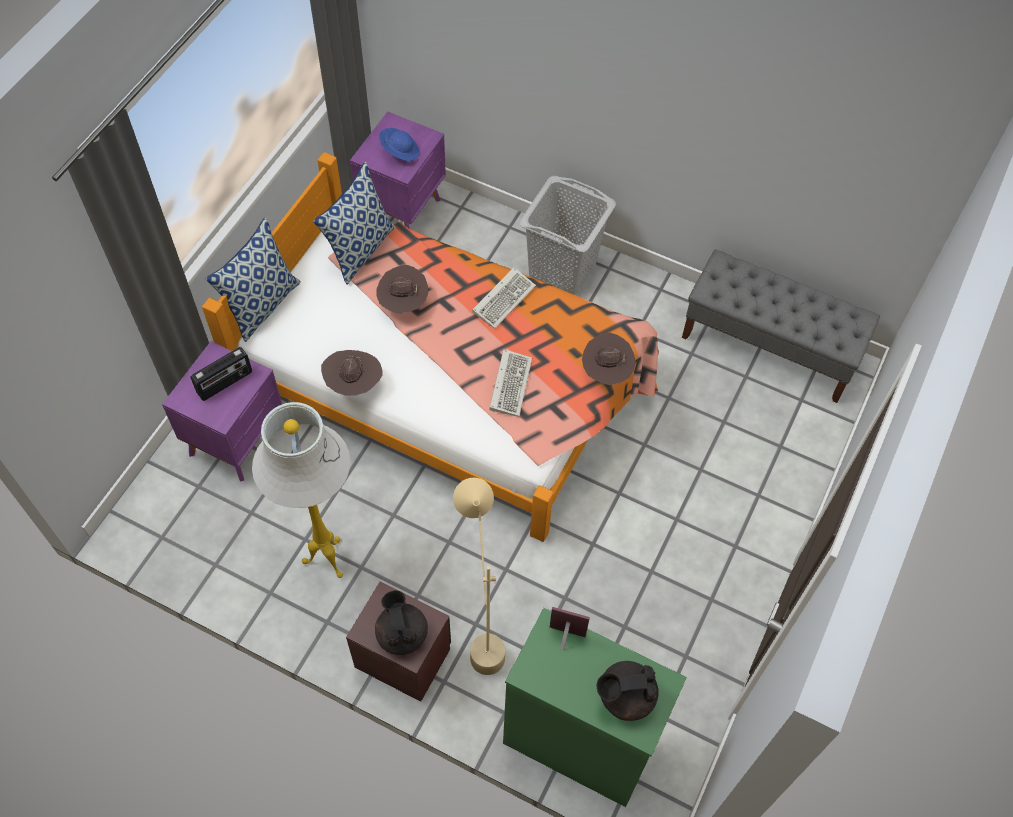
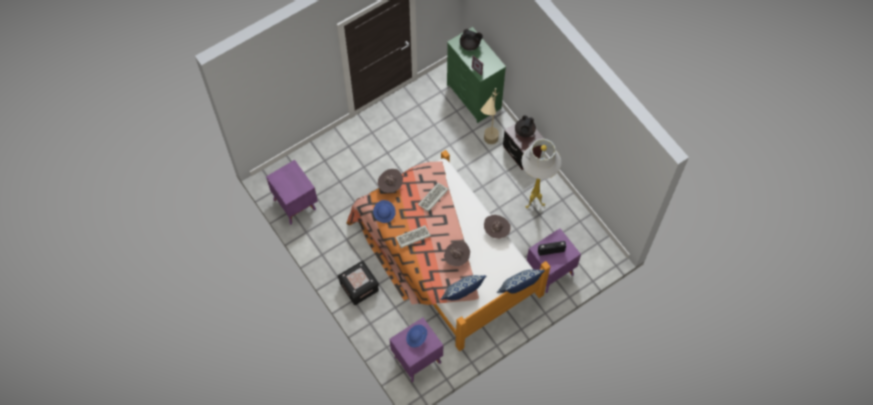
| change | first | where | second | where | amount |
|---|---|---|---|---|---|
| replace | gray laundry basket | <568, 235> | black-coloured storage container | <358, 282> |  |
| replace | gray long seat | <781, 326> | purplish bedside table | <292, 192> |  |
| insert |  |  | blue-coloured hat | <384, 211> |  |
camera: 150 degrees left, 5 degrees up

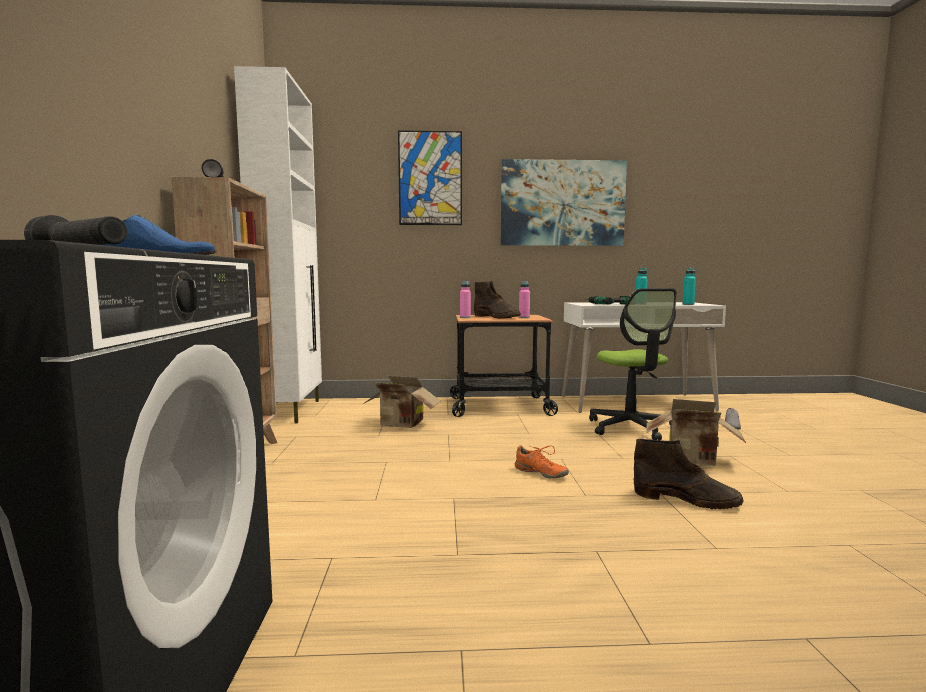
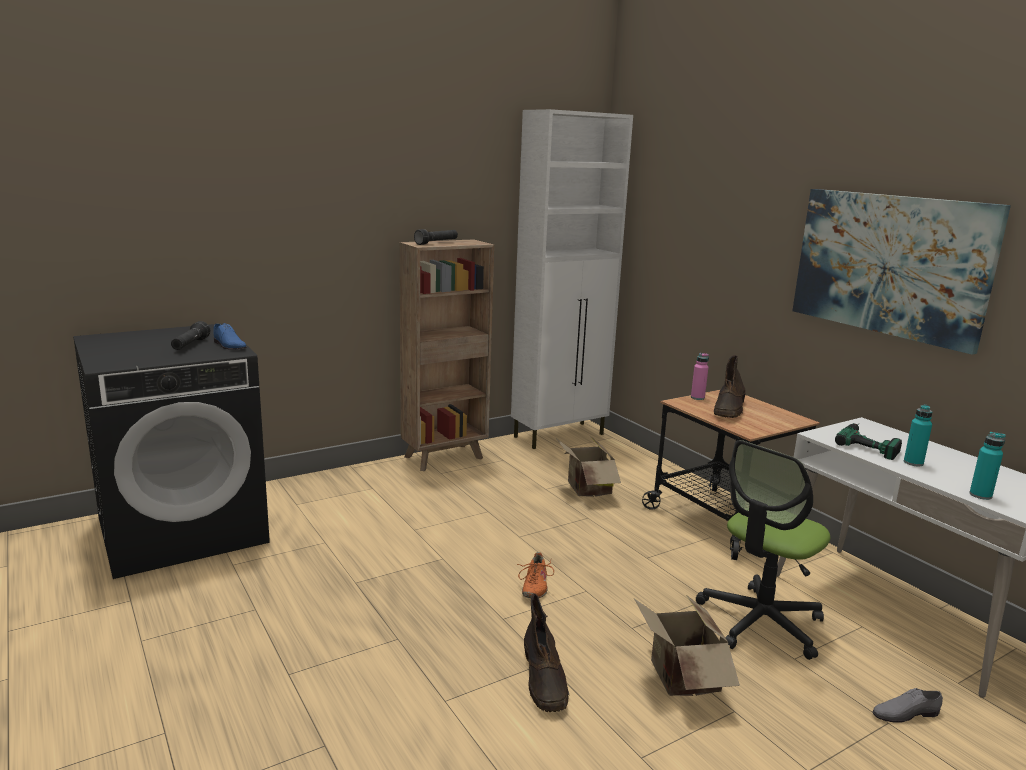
| change | first | where | second | where | amount |
|---|---|---|---|---|---|
| delete | wall picture | <430, 177> |  |  |  |
| delete | pinkish beverage bottle | <524, 299> |  |  |  |
camera: 60 degrees right, 10 degrees up

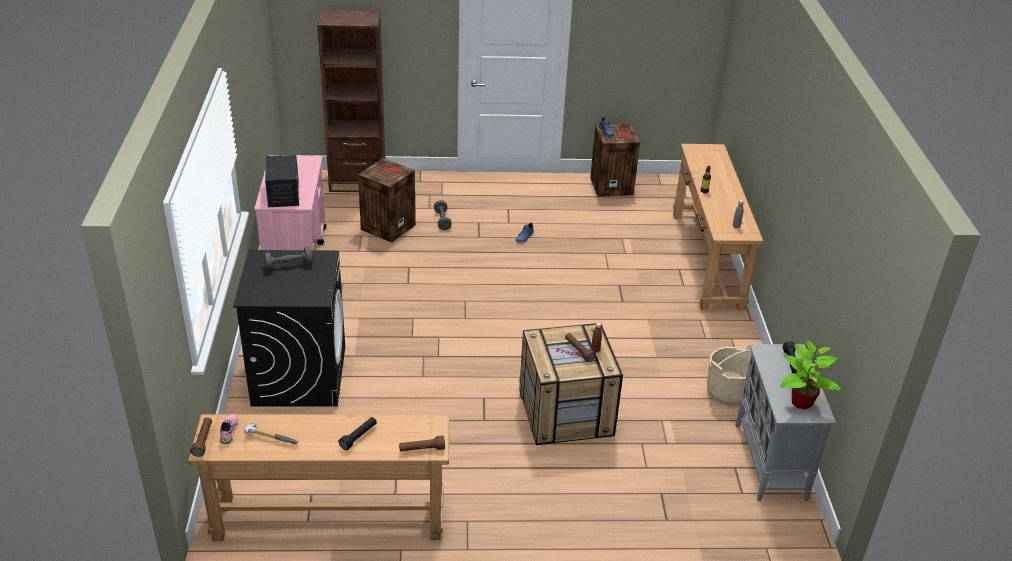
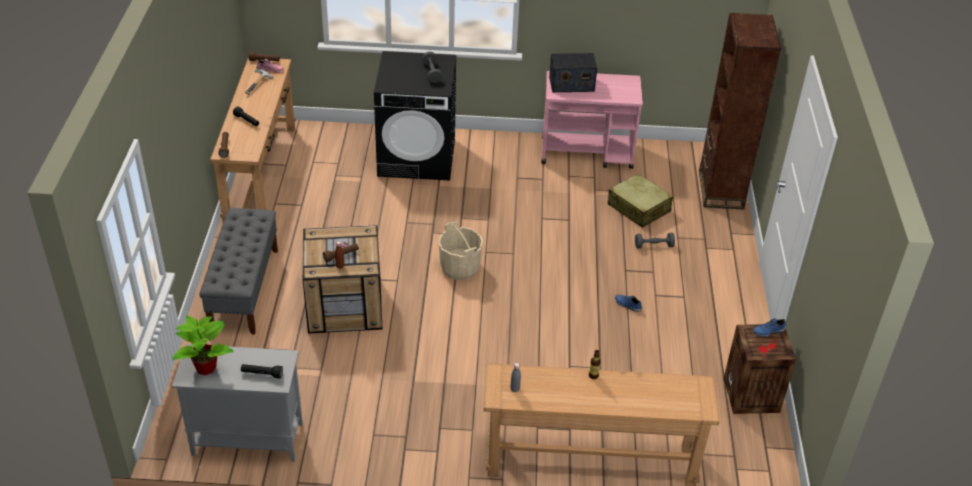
| change | first | where | second | where | amount |
|---|---|---|---|---|---|
| replace | shipping crate | <387, 200> | beige piece of luggage | <640, 200> |  |
| move | beige water bucket | <729, 375> |  | <460, 250> |  |
| insert |  |  | gray long seat | <238, 271> |  |
camera: 95 degrees right, 5 degrees up

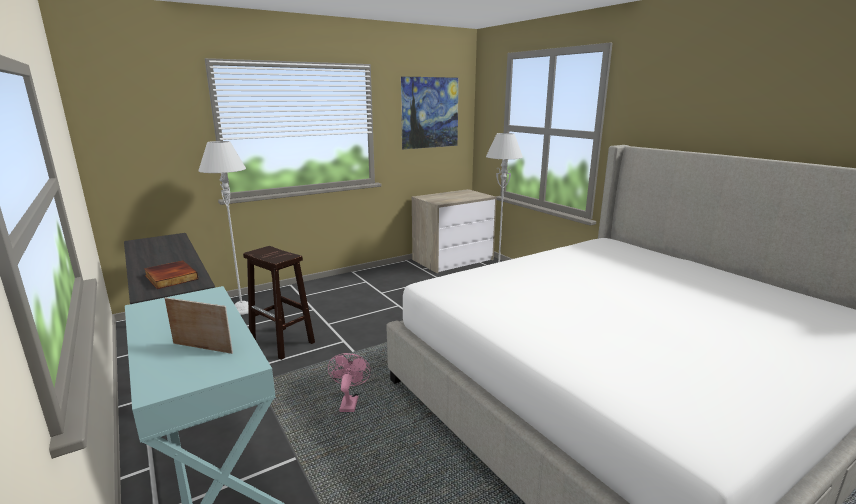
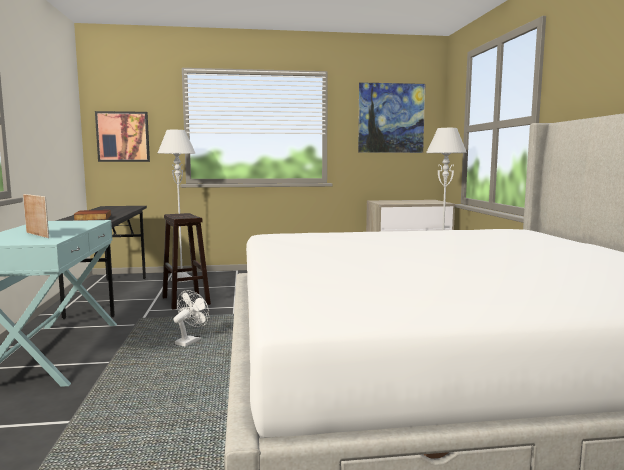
| change | first | where | second | where | amount |
|---|---|---|---|---|---|
| recolor | pinkish fan | <349, 382> | white-coloured fan | <191, 318> |  |
| insert |  |  | wall picture | <122, 136> |  |
camera: 25 degrees right, 10 degrees down

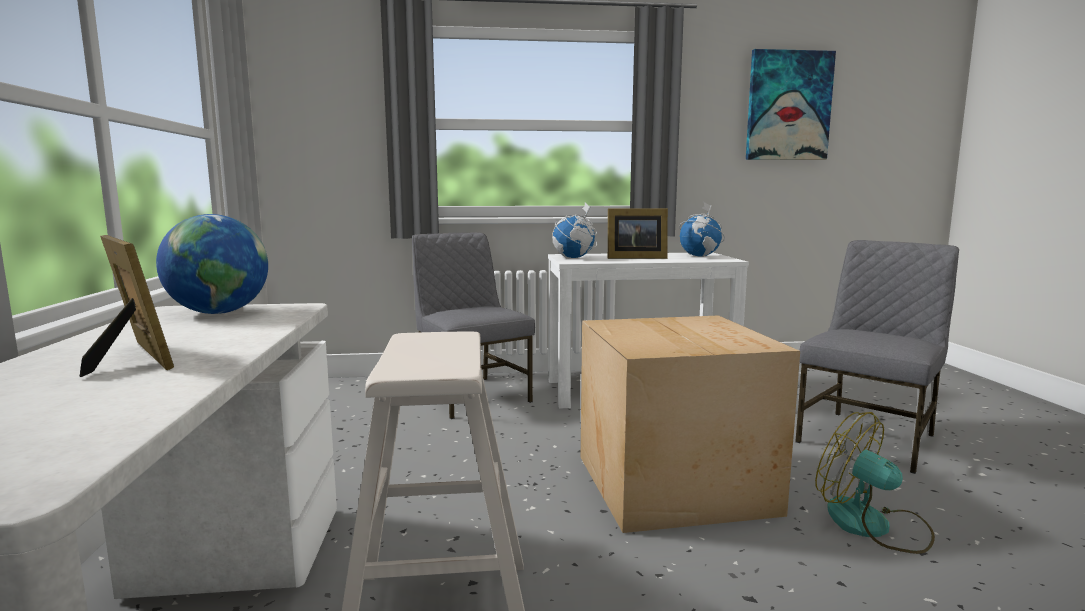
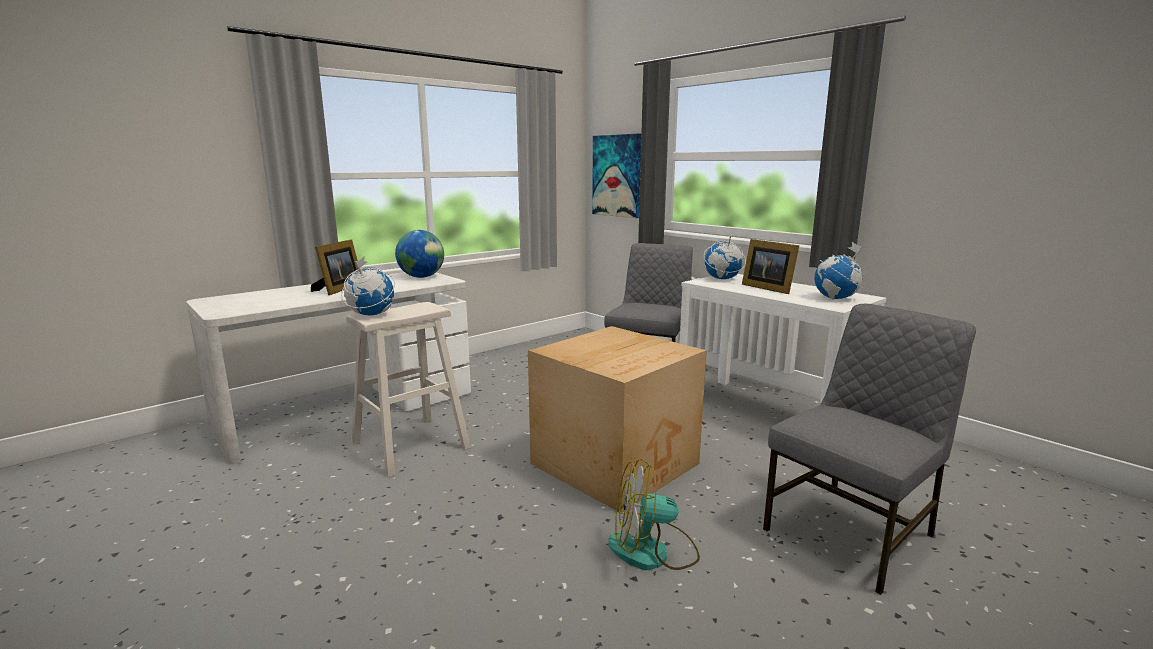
| change | first | where | second | where | amount |
|---|---|---|---|---|---|
| move | wall picture | <791, 104> |  | <616, 176> |  |
| rotate | gray plain chair | <877, 357> |  | <869, 449> | 45 degrees counterclockwise |
| rotate | fan | <875, 483> |  | <654, 514> | 105 degrees counterclockwise |
| insert |  |  | globe | <368, 285> |  |
camera: 55 degrees right, 5 degrees up

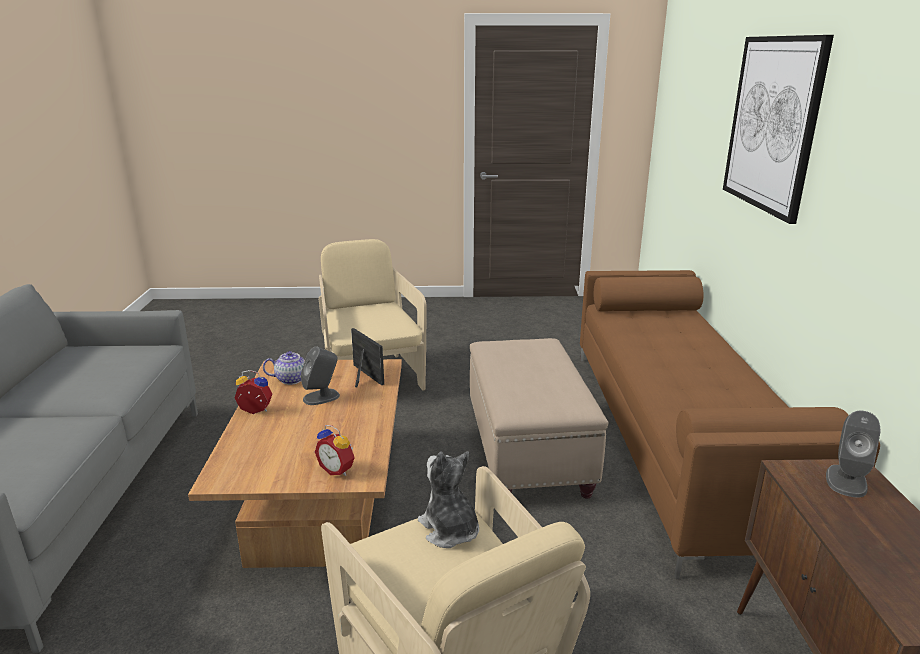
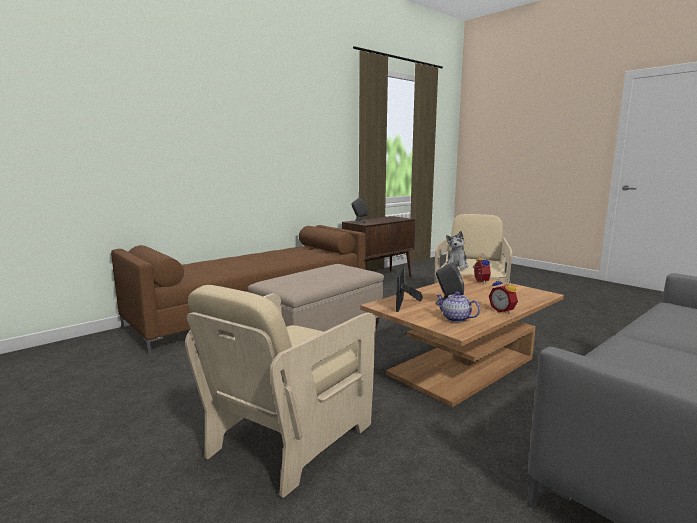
| change | first | where | second | where | amount |
|---|---|---|---|---|---|
| delete | wall picture | <778, 129> |  |  |  |
camera: 130 degrees left, 10 degrees down

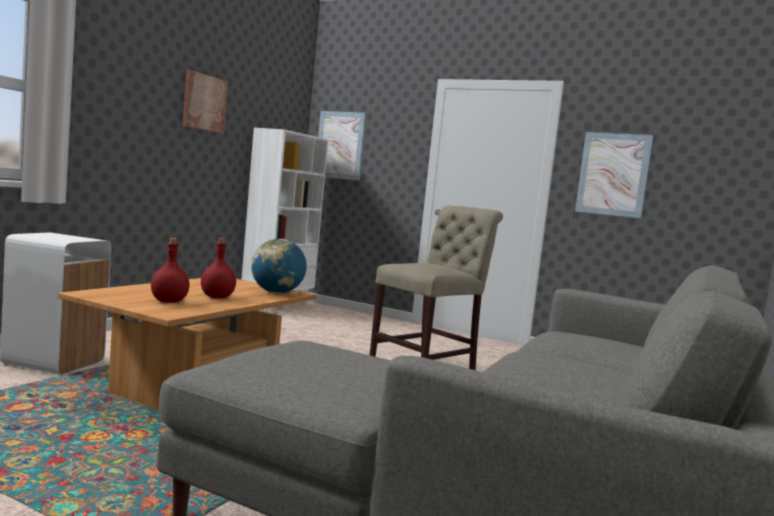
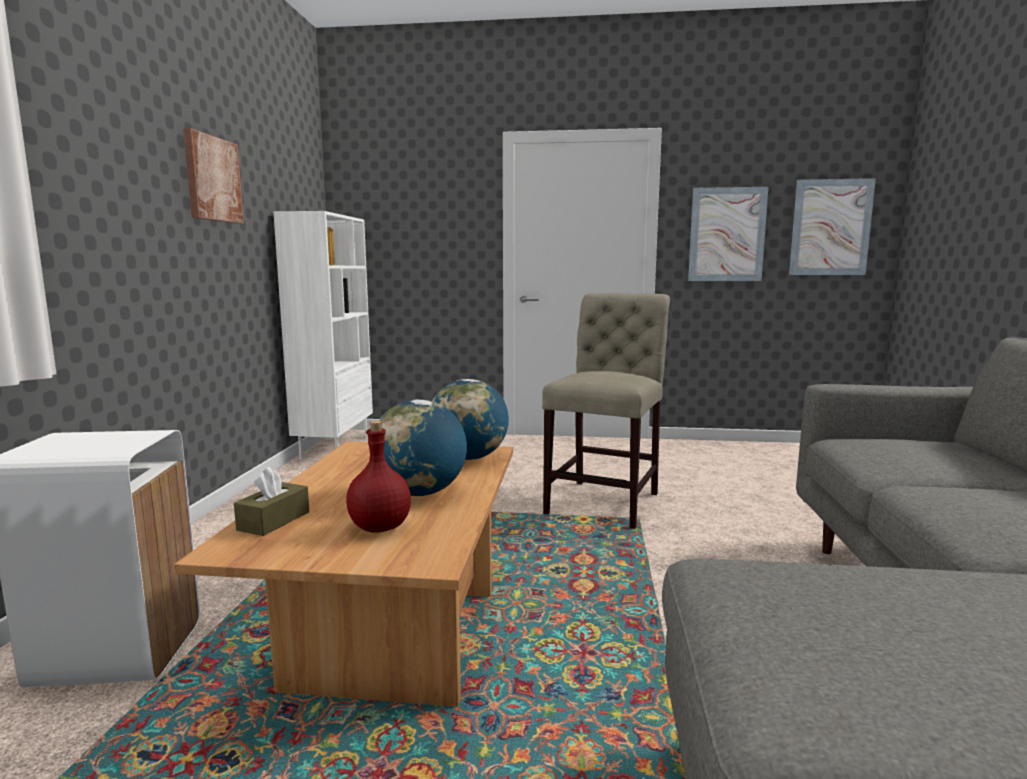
| change | first | where | second | where | amount |
|---|---|---|---|---|---|
| move | wall picture | <342, 146> |  | <832, 226> |  |
| replace | reddish beverage bottle | <218, 268> | globe | <423, 448> |  |
| insert |  |  | brown-coloured box of tissues | <271, 501> |  |
camera: 20 degrees left, 5 degrees up

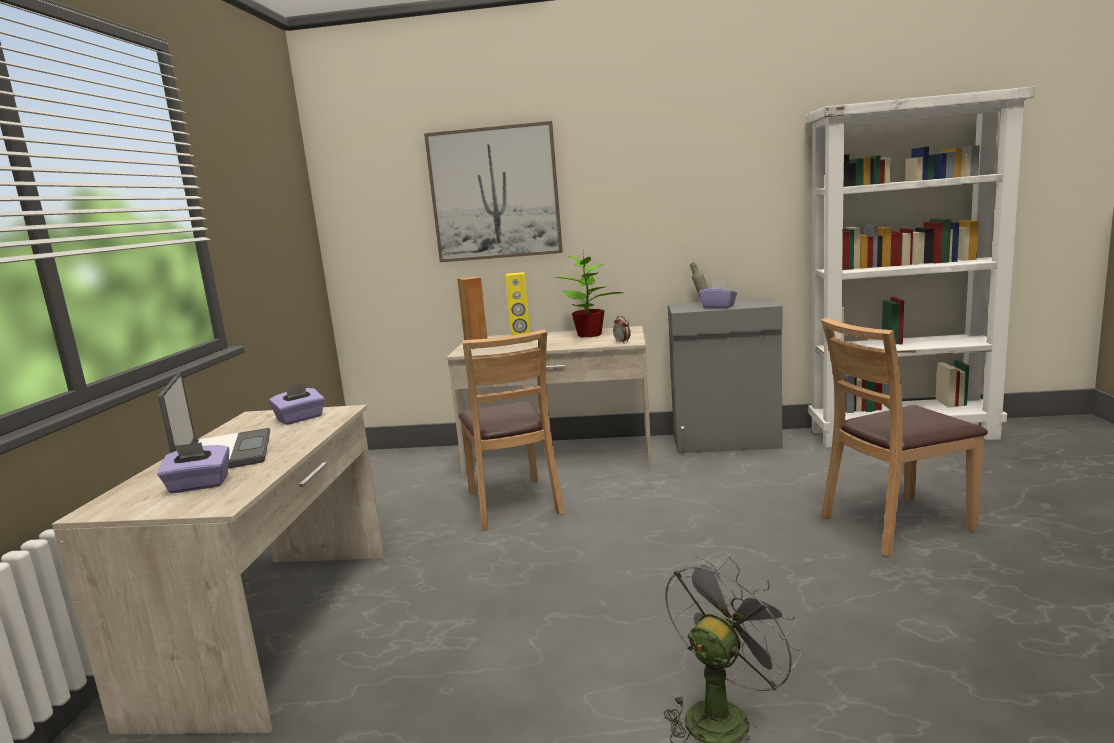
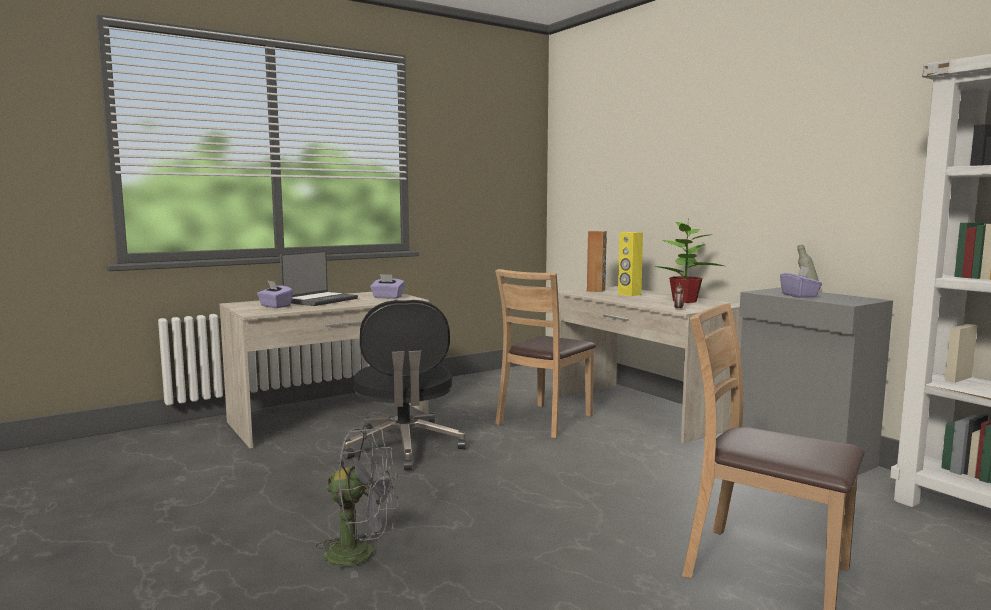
| change | first | where | second | where | amount |
|---|---|---|---|---|---|
| delete | wall picture | <493, 191> |  |  |  |
| insert |  |  | black-coloured office chair | <405, 385> |  |
camera: 50 degrees right, 5 degrees down

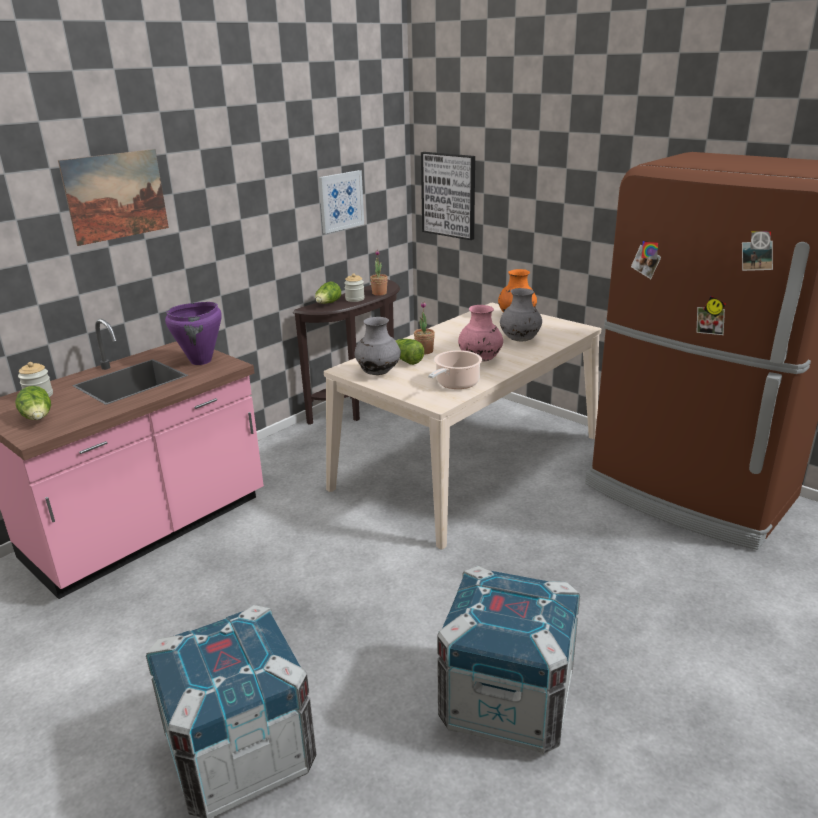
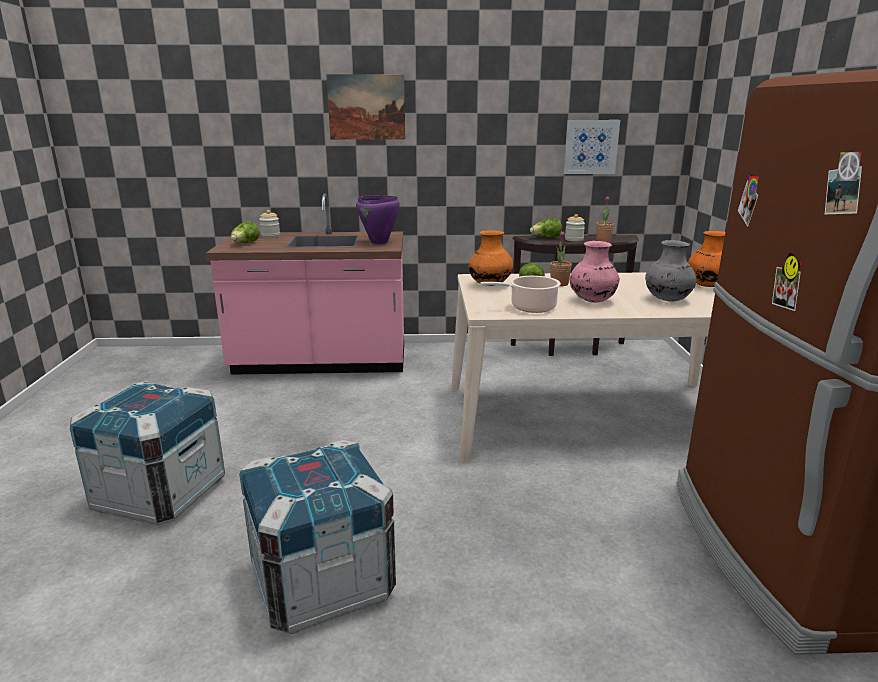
| change | first | where | second | where | amount |
|---|---|---|---|---|---|
| delete | wall picture | <448, 196> |  |  |  |
| recolor | gray vase | <378, 346> | orangey vase | <491, 258> |  |
camera: 45 degrees right, 5 degrees down

